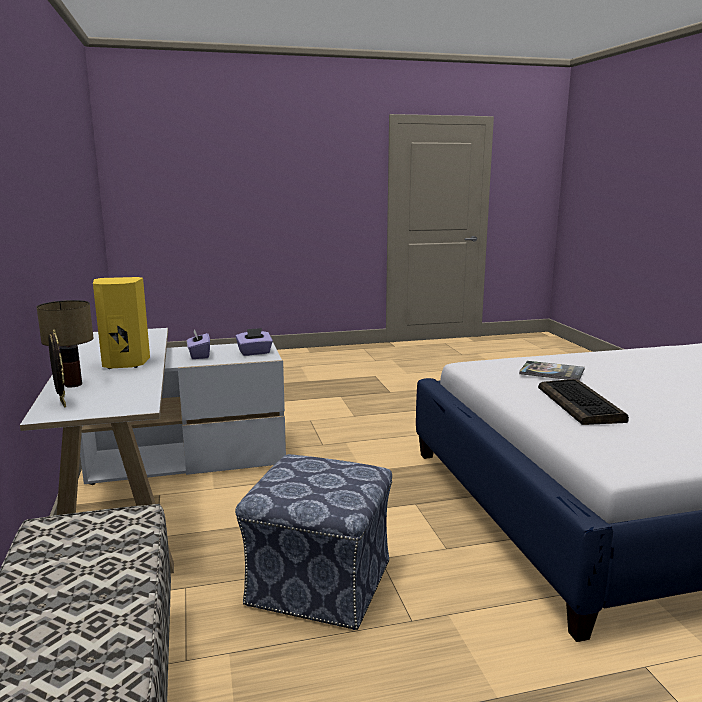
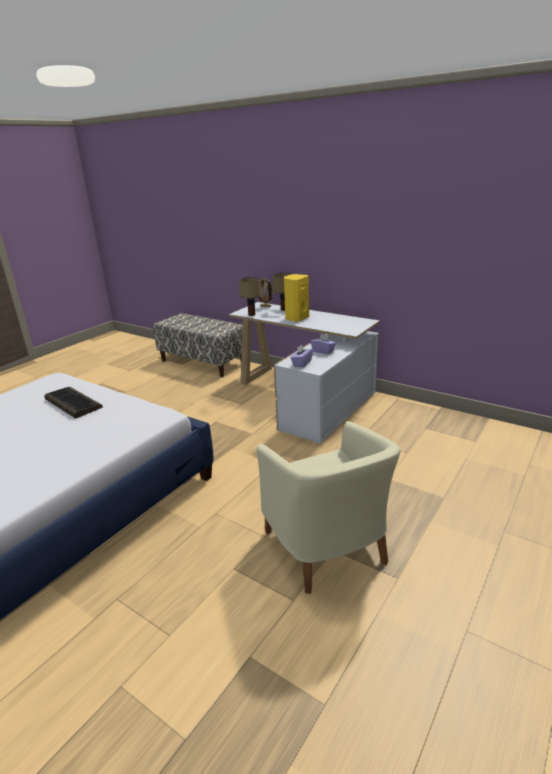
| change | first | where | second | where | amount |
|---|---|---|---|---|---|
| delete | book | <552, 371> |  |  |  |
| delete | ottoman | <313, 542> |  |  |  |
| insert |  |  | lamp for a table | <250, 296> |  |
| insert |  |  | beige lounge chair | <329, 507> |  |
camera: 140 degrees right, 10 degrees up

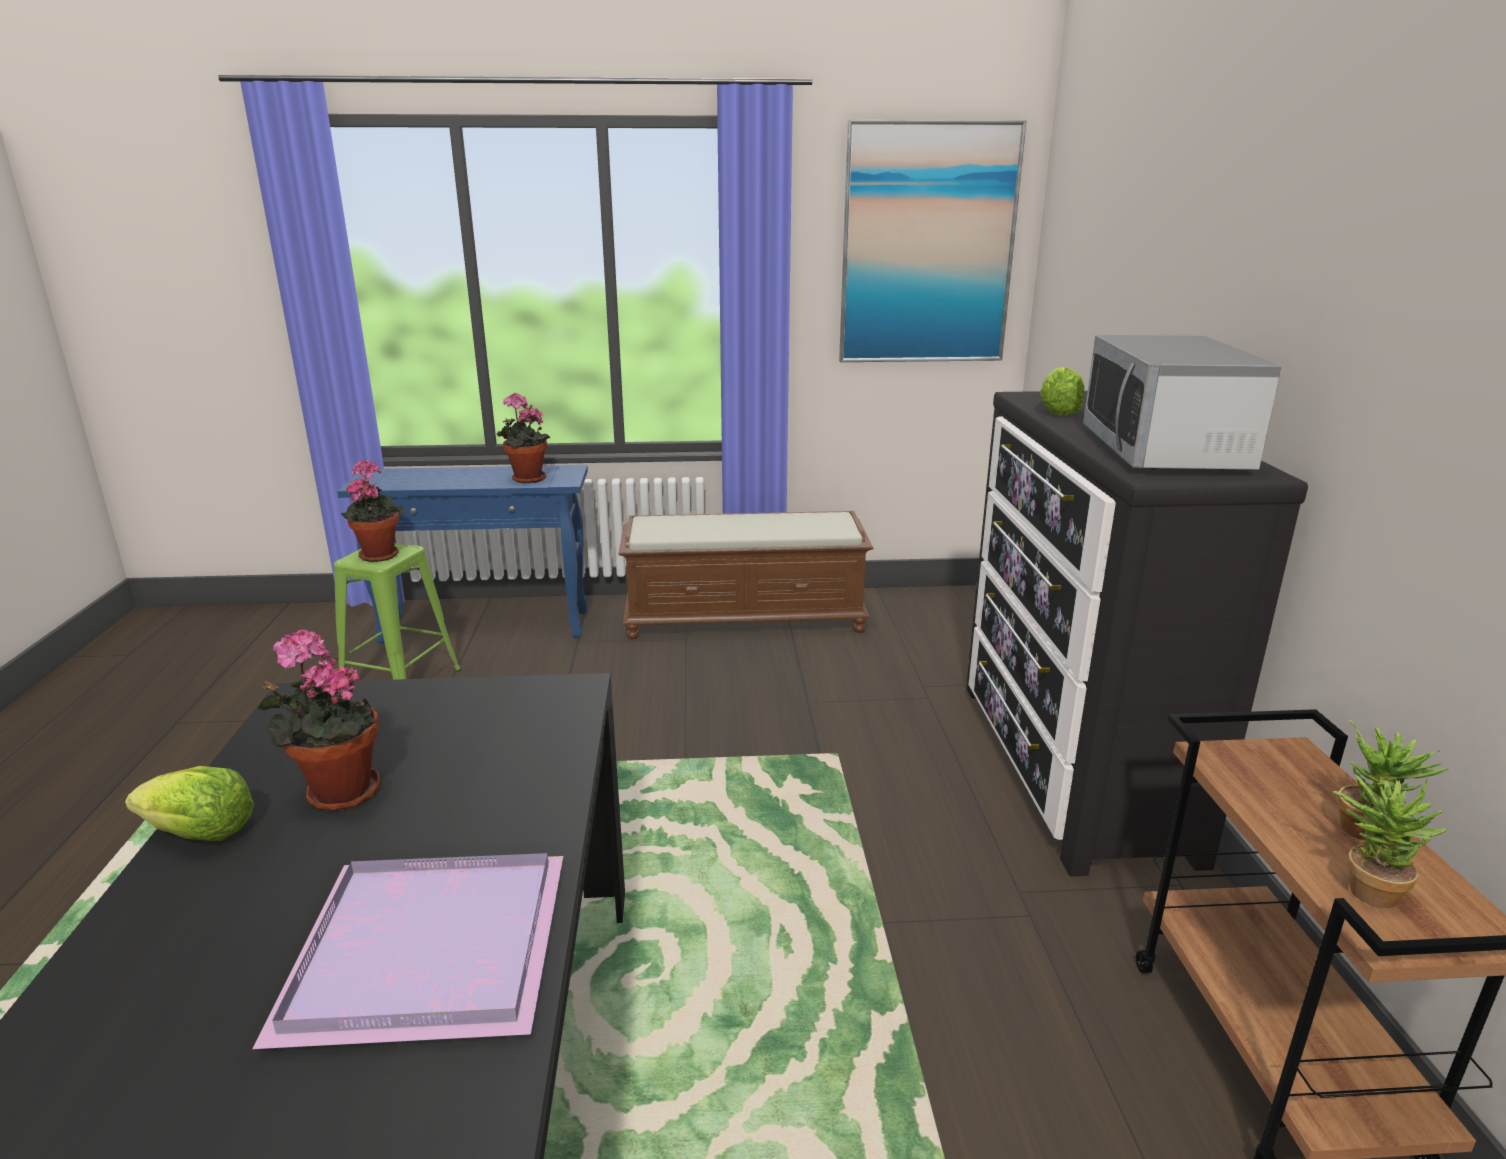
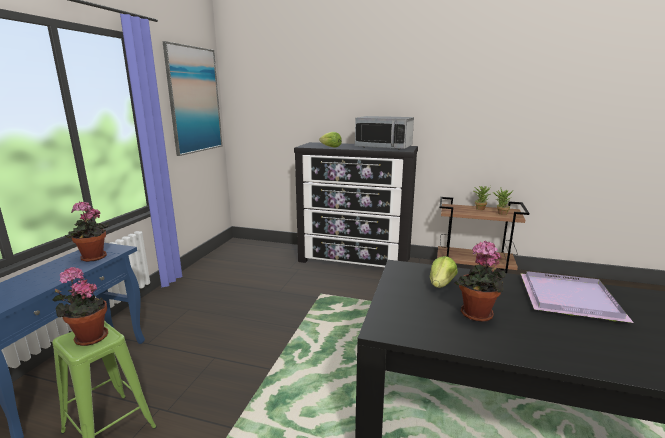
| change | first | where | second | where | amount |
|---|---|---|---|---|---|
| delete | brown-coloured long seat | <746, 575> |  |  |  |
| move | lettuce | <189, 803> |  | <444, 272> |  |
camera: 70 degrees left, 5 degrees down

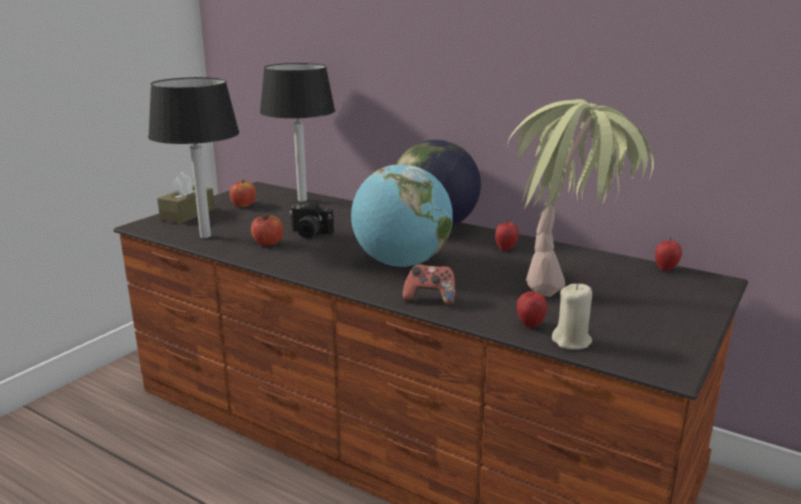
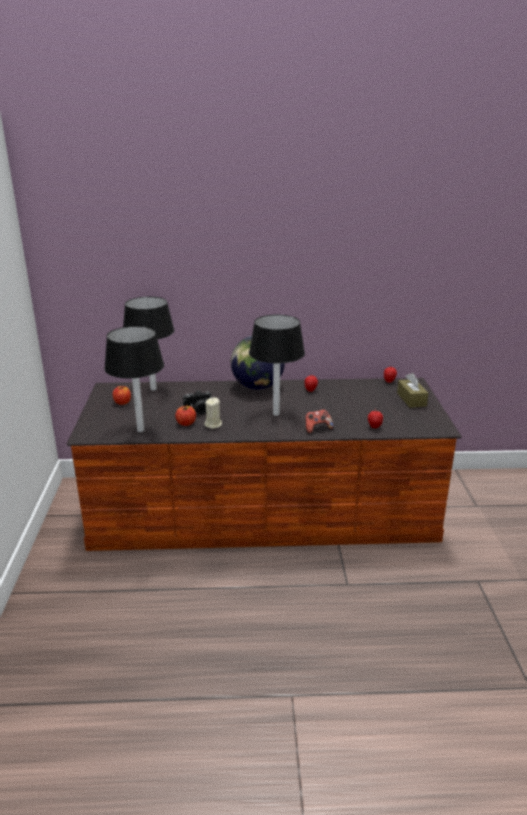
| change | first | where | second | where | amount |
|---|---|---|---|---|---|
| delete | houseplant | <580, 198> |  |  |  |
| replace | globe | <402, 215> | black-coloured lamp for a table | <277, 365> |  |
| move | brown-coloured box of tissues | <186, 198> |  | <412, 390> |  |
| move | beige wax light | <572, 317> |  | <213, 413> |  |
camera: 35 degrees left, 5 degrees up

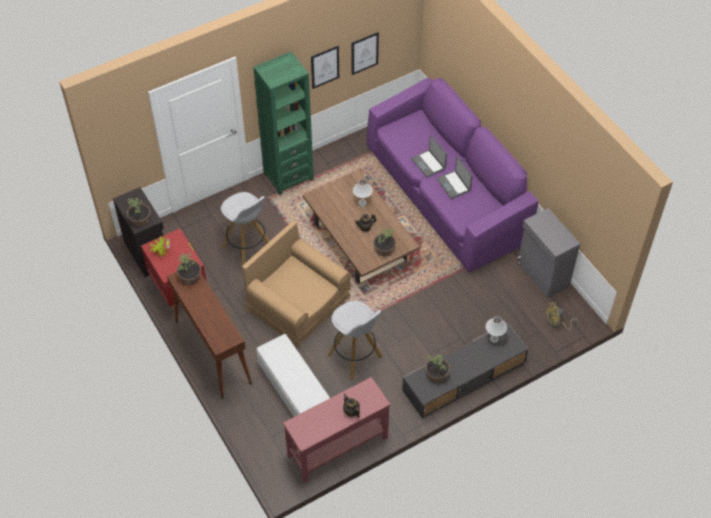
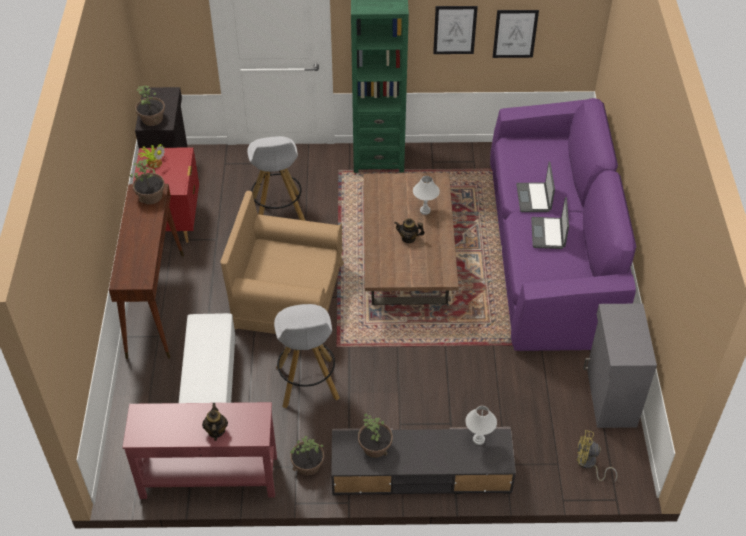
| change | first | where | second | where | amount |
|---|---|---|---|---|---|
| rotate | brown-coloured lounge chair | <296, 284> |  | <282, 262> | 60 degrees counterclockwise |
| move | houseplant | <384, 242> |  | <307, 456> |  |
camera: 30 degrees right, 5 degrees down

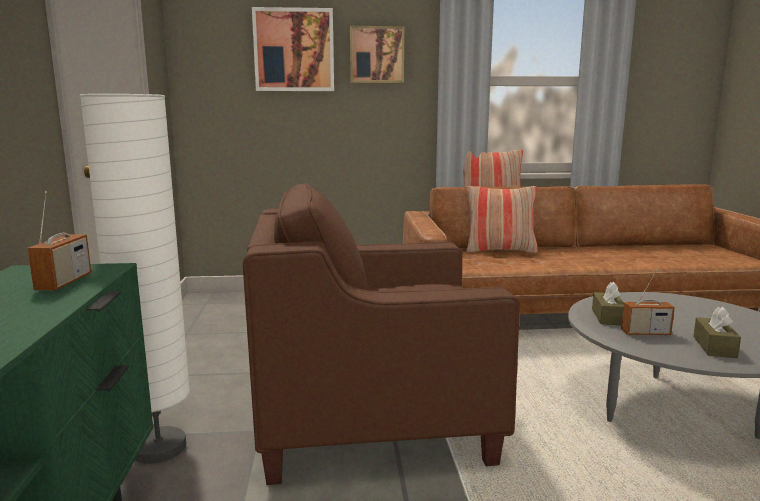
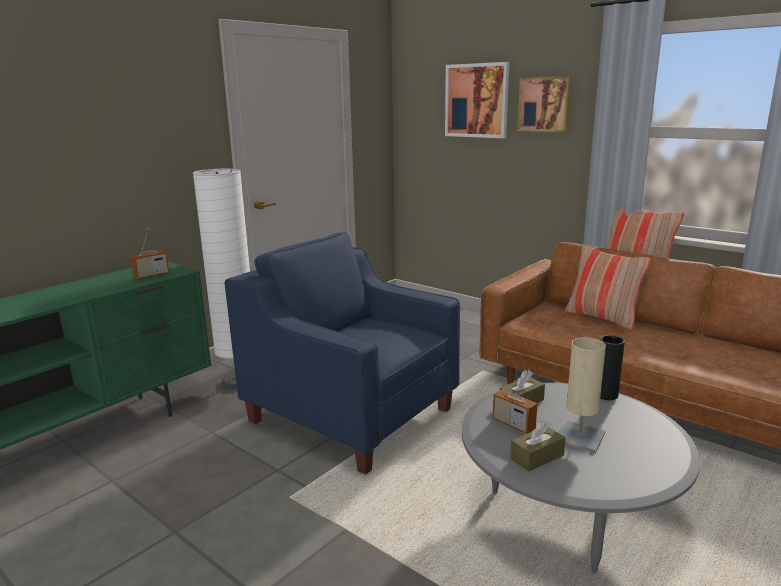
| change | first | where | second | where | amount |
|---|---|---|---|---|---|
| recolor | brown-coloured lounge chair | <381, 334> | blue-coloured lounge chair | <342, 353> |  |
| insert |  |  | black-coloured vase | <612, 367> |  |
| insert |  |  | beige lamp for a table | <582, 395> |  |
camera: 45 degrees right, 5 degrees up

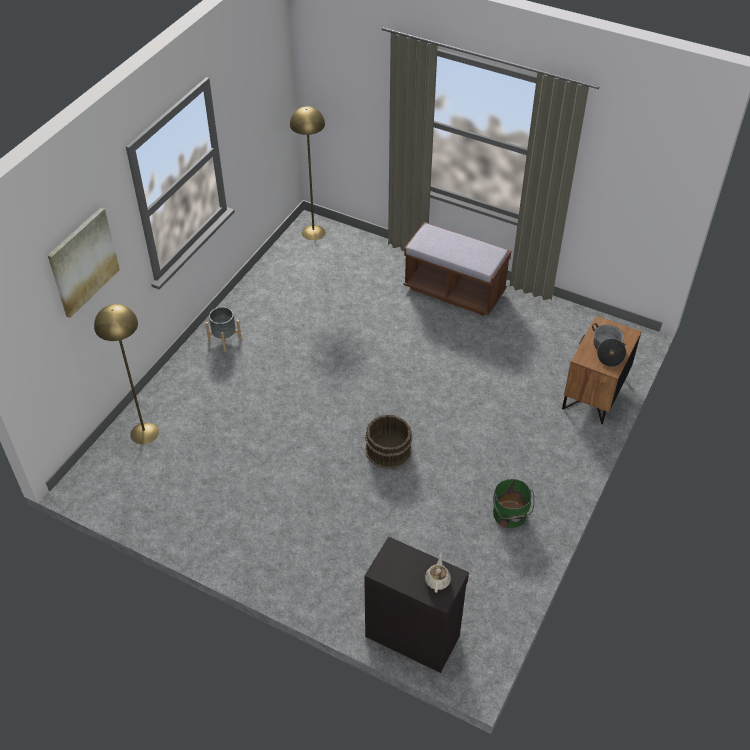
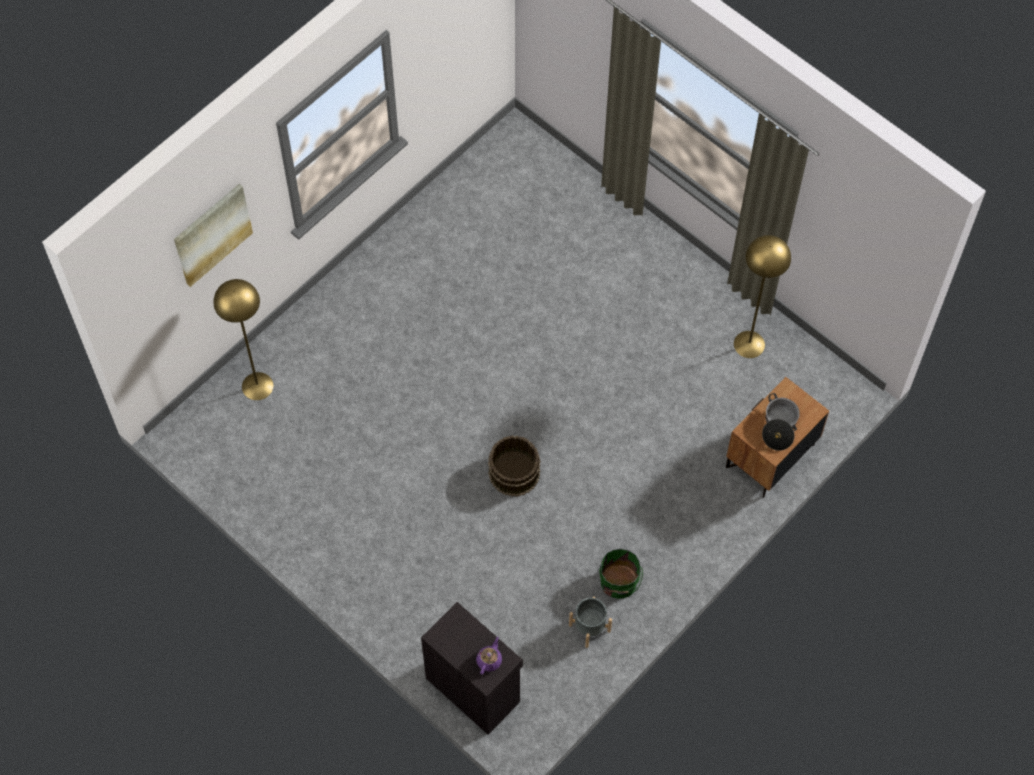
| change | first | where | second | where | amount |
|---|---|---|---|---|---|
| move | yellowish standing lamp | <307, 173> |  | <762, 296> |  |
| delete | brown-coloured long seat | <457, 269> |  |  |  |
| move | gray plant pot | <223, 329> |  | <590, 622> |  |
| recolor | beige pot for tea | <438, 573> | purplish pot for tea | <489, 656> |  |
camera: 15 degrees right, 15 degrees up

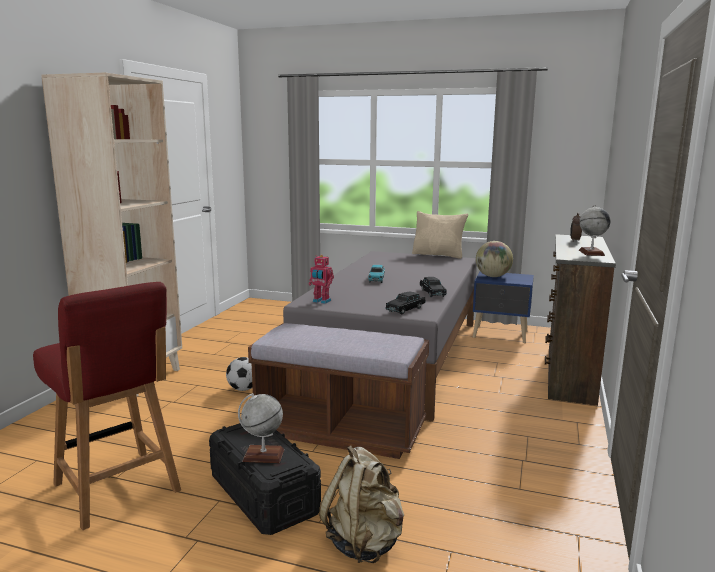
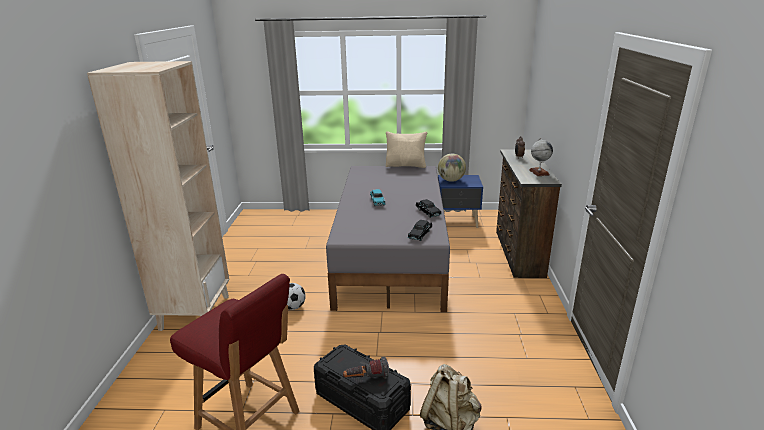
| change | first | where | second | where | amount |
|---|---|---|---|---|---|
| delete | toy robot | <321, 279> |  |  |  |
| delete | brown-coloured long seat | <338, 391> |  |  |  |
| replace | globe | <261, 428> | hand torch | <366, 368> |  |
camera: 15 degrees left, 10 degrees up

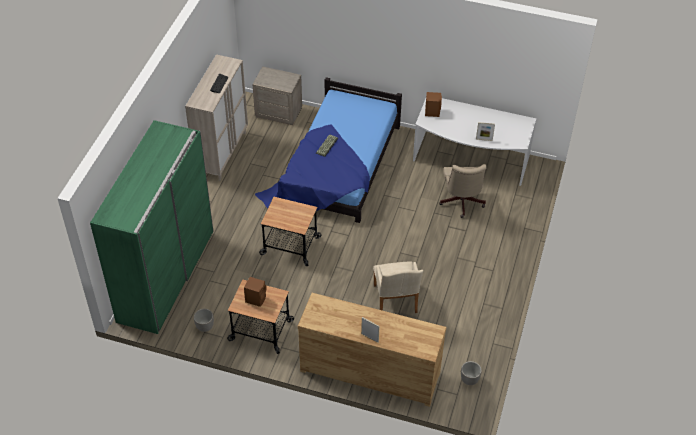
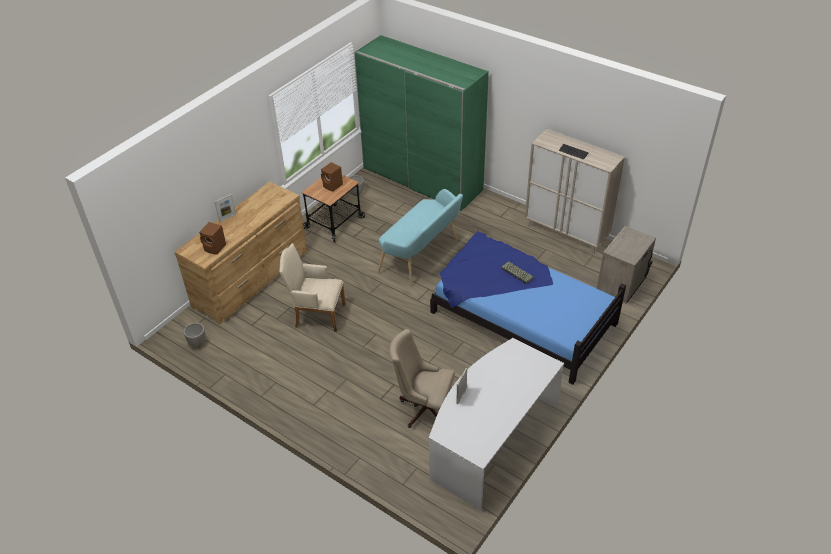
| change | first | where | second | where | amount |
|---|---|---|---|---|---|
| move | brown-coloured loudspeaker | <433, 104> |  | <212, 238> |  |
| replace | wheeled cart | <290, 231> | blue-green long seat | <420, 237> |  |
camera: 110 degrees right, 5 degrees down

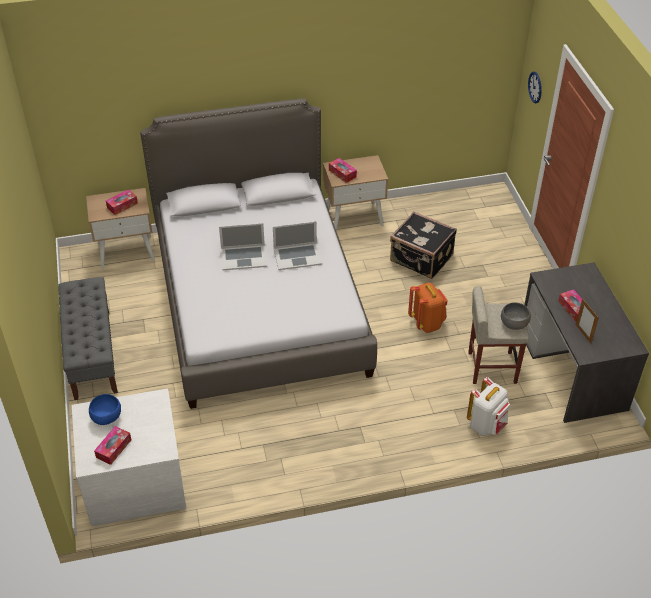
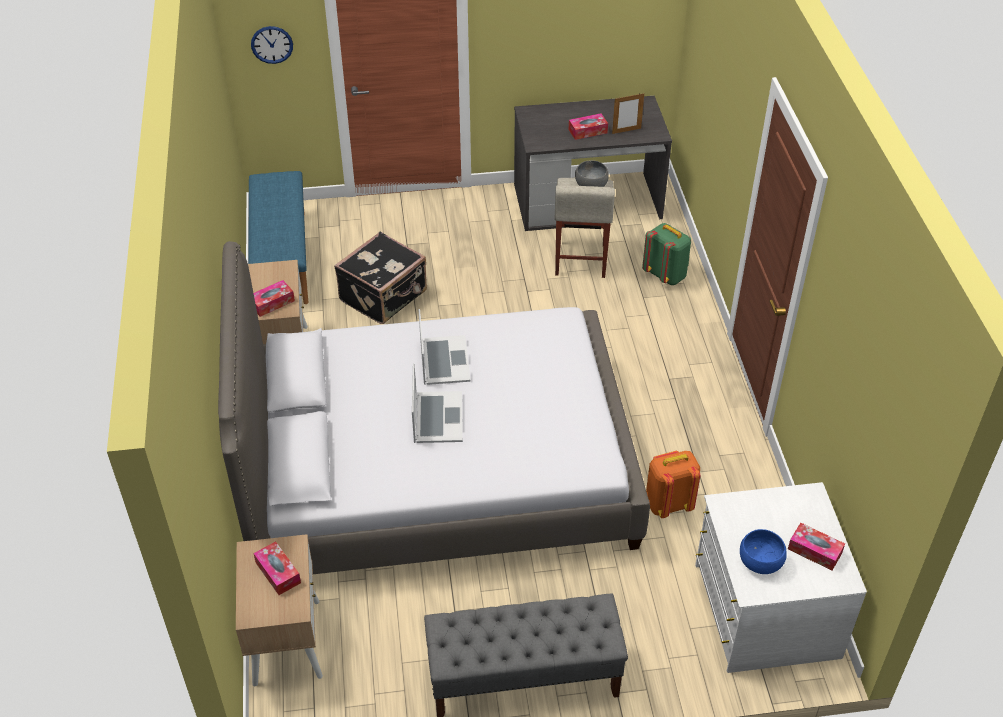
| change | first | where | second | where | amount |
|---|---|---|---|---|---|
| move | orangey backpack | <427, 308> |  | <673, 484> |  |
| recolor | white-coloured backpack | <488, 406> | green-coloured backpack | <666, 254> |  |
| insert |  |  | blue-coloured long seat | <278, 237> |  |
camera: 85 degrees left, 0 degrees up

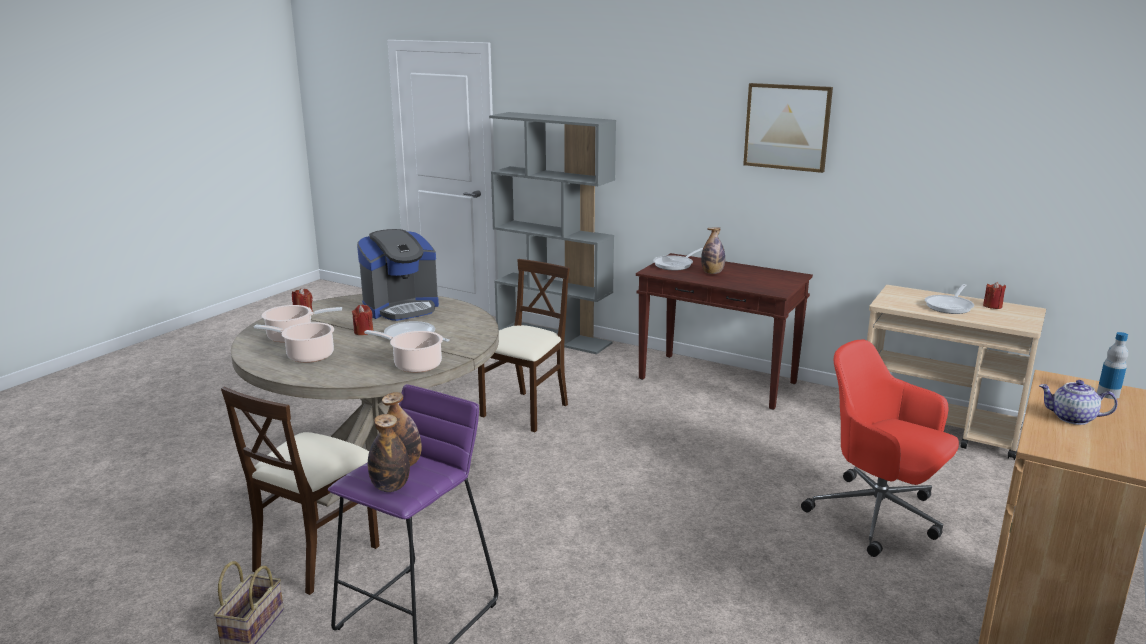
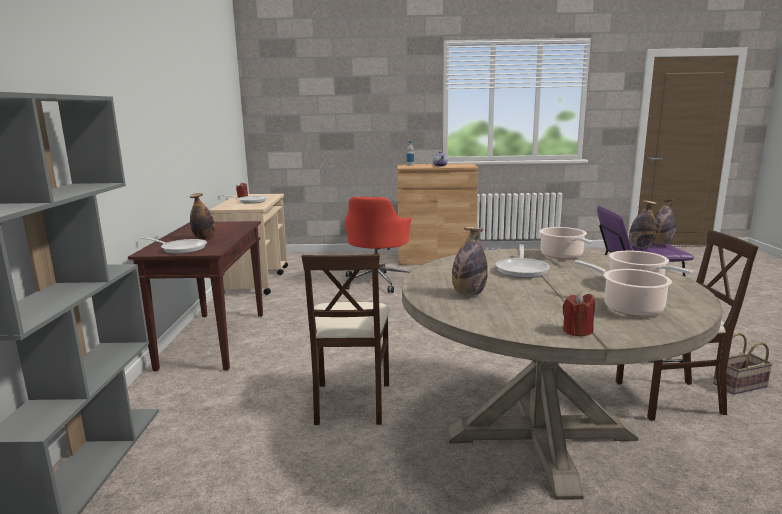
| change | first | where | second | where | amount |
|---|---|---|---|---|---|
| delete | wall picture | <788, 128> |  |  |  |
| replace | coffee brewer | <398, 275> | beverage bottle | <470, 261> |  |
| rotate | beige plain chair | <524, 345> |  | <346, 339> | 90 degrees counterclockwise |
| delete | reddish wax light | <363, 319> |  |  |  |
camera: 120 degrees left, 5 degrees down

